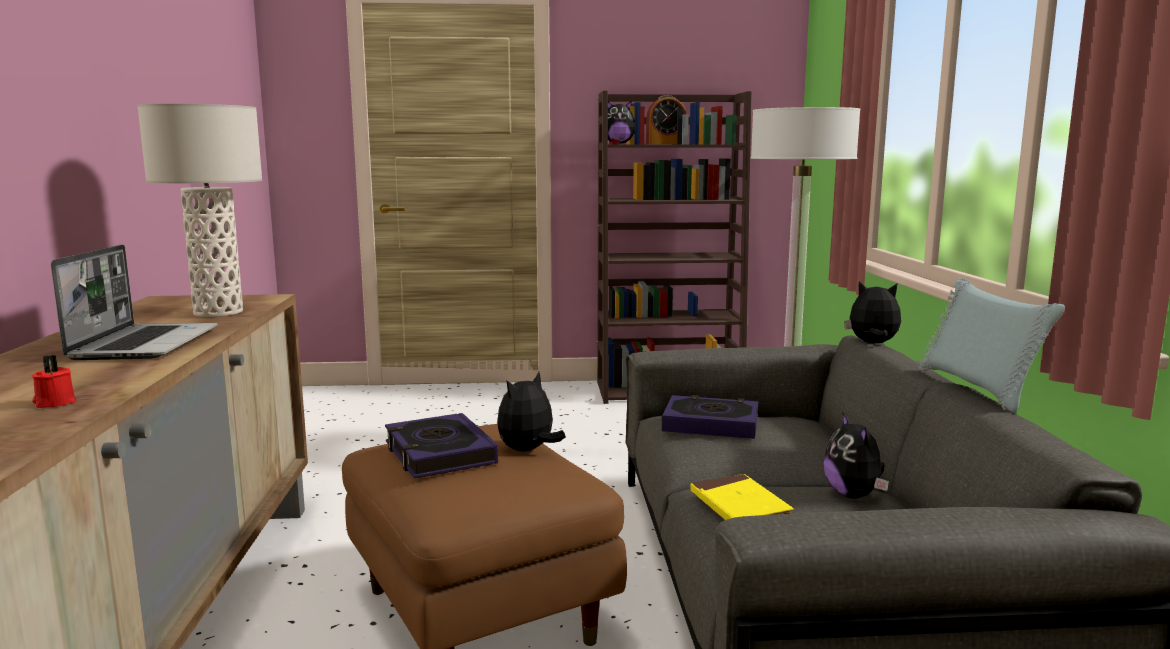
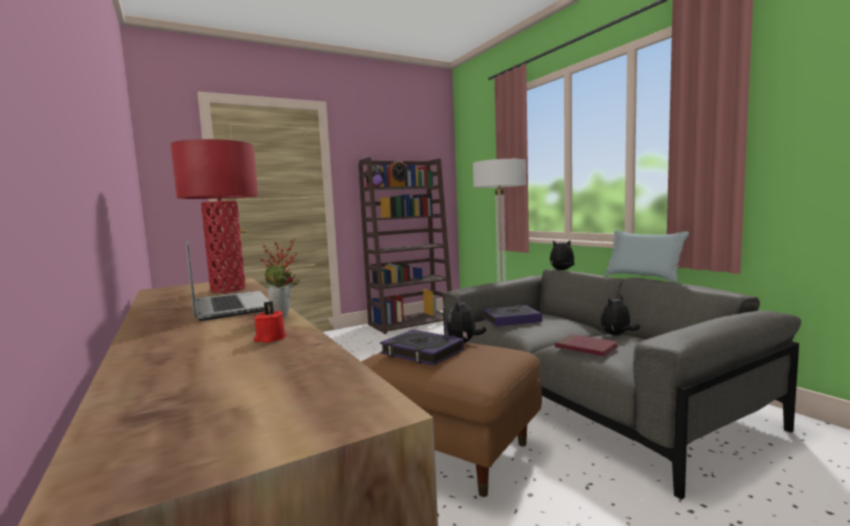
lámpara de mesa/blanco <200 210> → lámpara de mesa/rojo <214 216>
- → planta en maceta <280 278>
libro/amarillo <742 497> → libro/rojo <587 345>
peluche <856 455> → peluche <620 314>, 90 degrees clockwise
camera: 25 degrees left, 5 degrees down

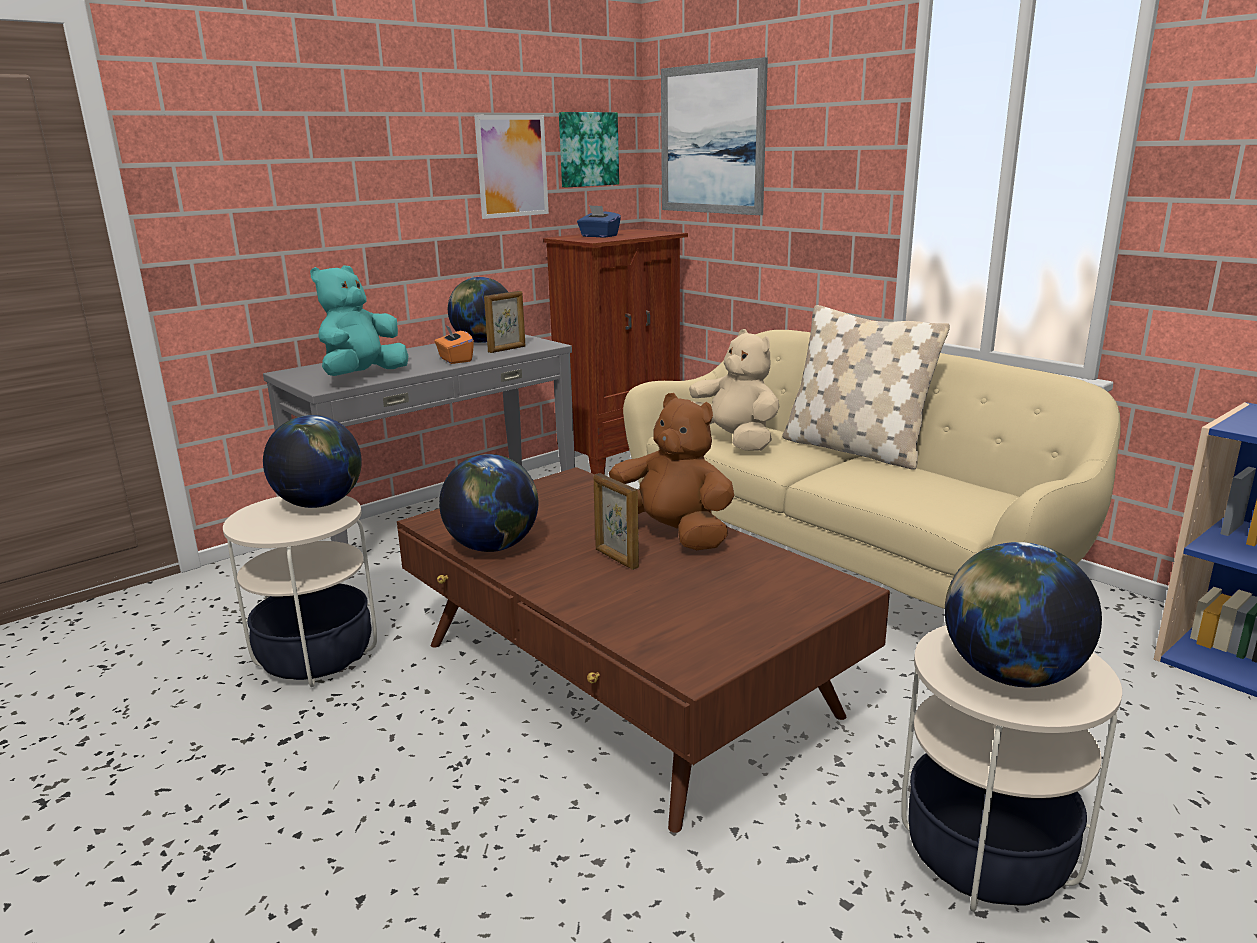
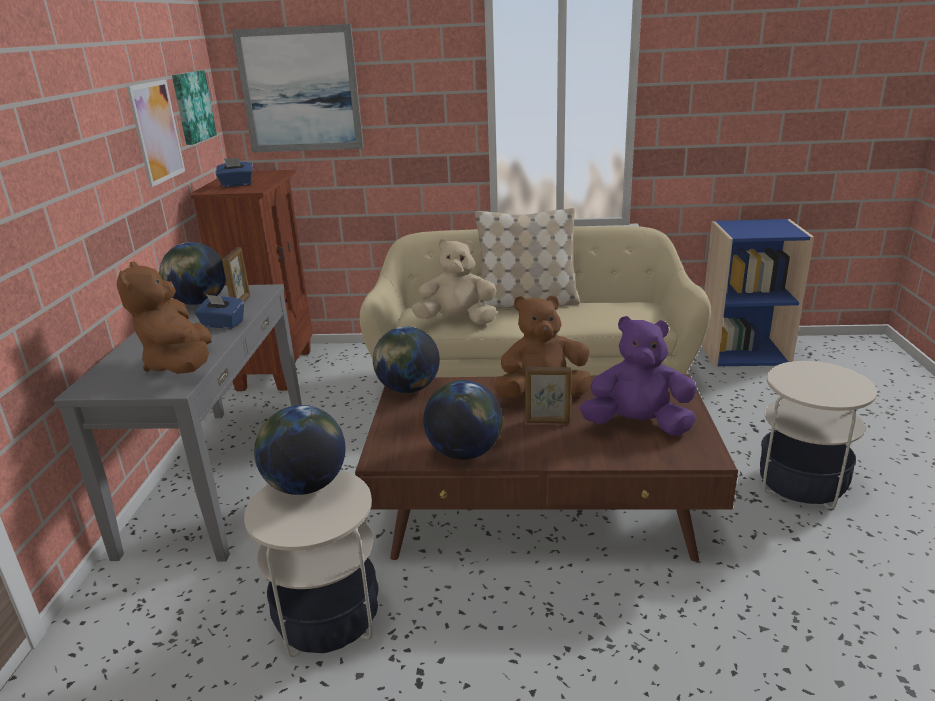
peluche/turquesa <359 320> → peluche/marrón <164 317>
caja de pañuelos/naranja <454 344> → caja de pañuelos/azul <219 311>
globo terráqueo <1023 614> → globo terráqueo <406 359>, move
- → peluche/morado <638 376>
camera: 45 degrees left, 5 degrees up

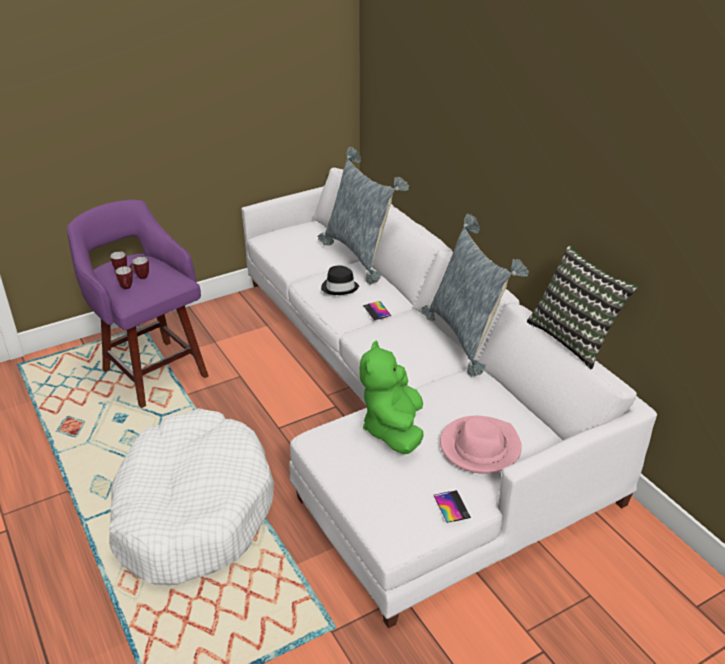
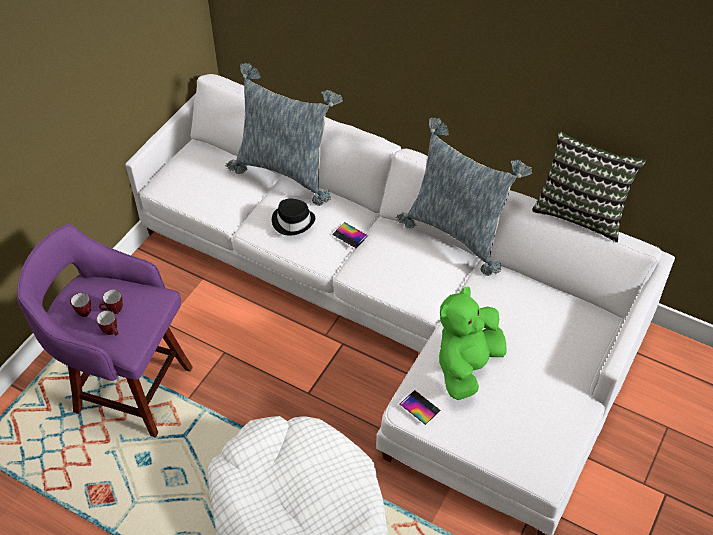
móvil <452 506> → móvil <420 407>, move
peluche/verde <392 398> → peluche/verde <473 343>, 60 degrees clockwise
sombrero/rosa <481 445> → -
camera: 30 degrees left, 15 degrees up

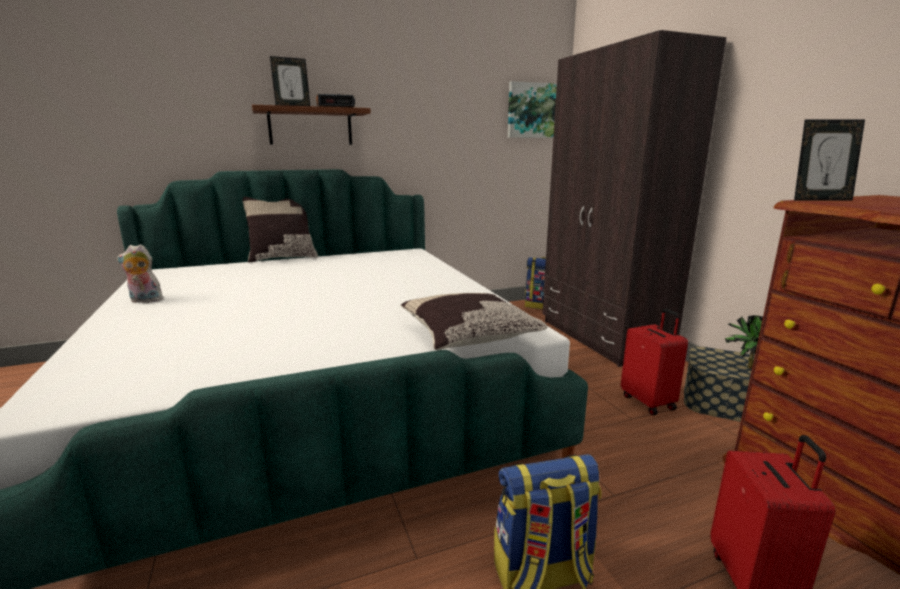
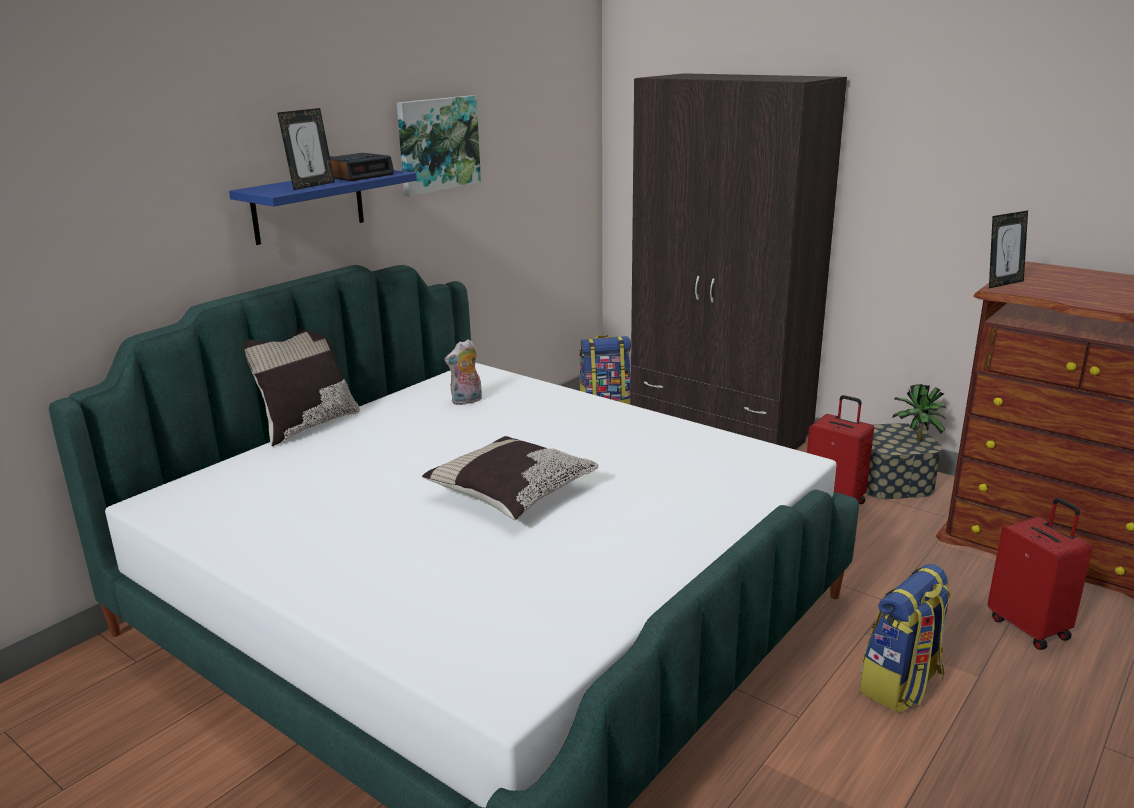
estante/marrón <311 125> → estante/azul <323 207>
cuadro <532 109> → cuadro <439 146>, move
cojín <474 321> → cojín <510 478>, move
peluche <140 273> → peluche <463 372>, move
camera: 30 degrees left, 5 degrees up

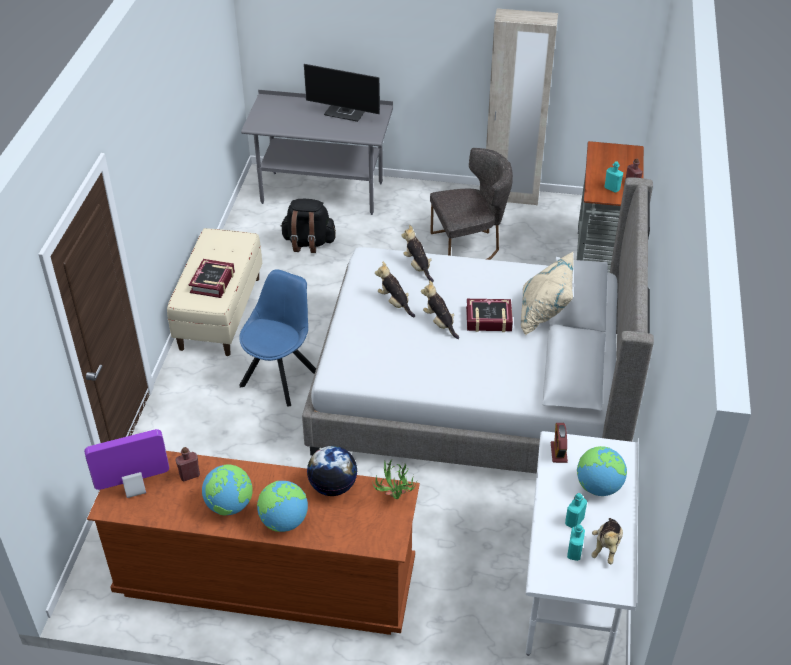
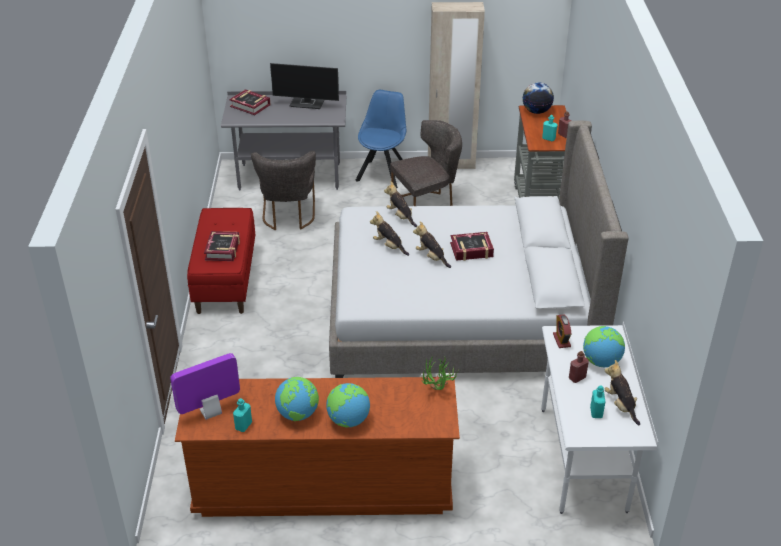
banco/beis <214 292> → banco/rojo <221 261>
- → libro <250 102>
botella/turquesa <576 510> → botella/turquesa <242 415>, move
mochila/negro <308 226> → silla/gris <283 190>
silla/azul <277 338> → silla/azul <381 139>, move
globo terráqueo <332 471> → globo terráqueo <538 98>, move
botella/rojo <188 464> → botella/rojo <579 367>, move
peluche <607 541> → peluche <622 392>, 150 degrees clockwise
cojín/beis <547 293> → -
camera: 10 degrees left, 5 degrees down

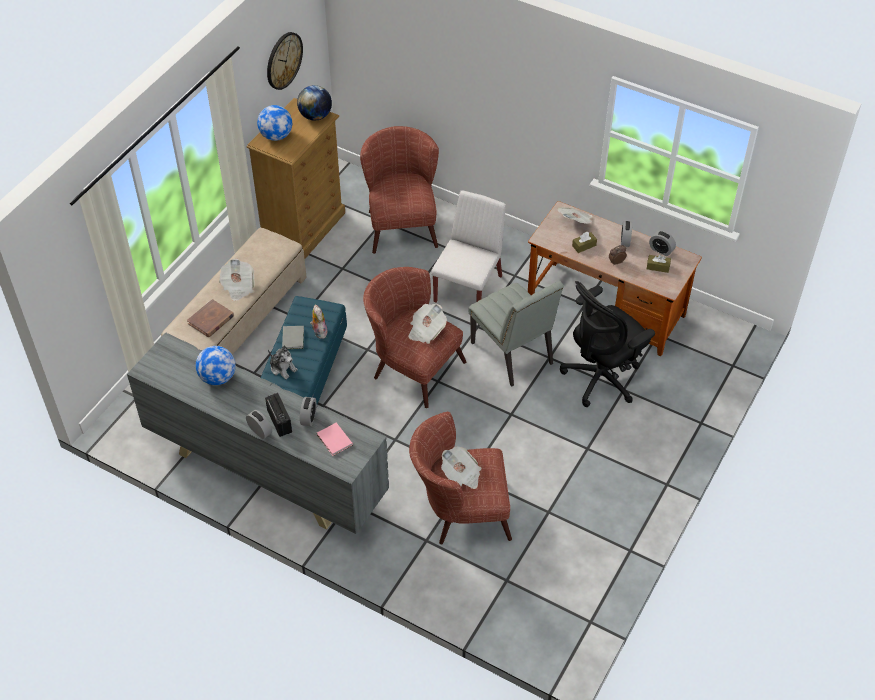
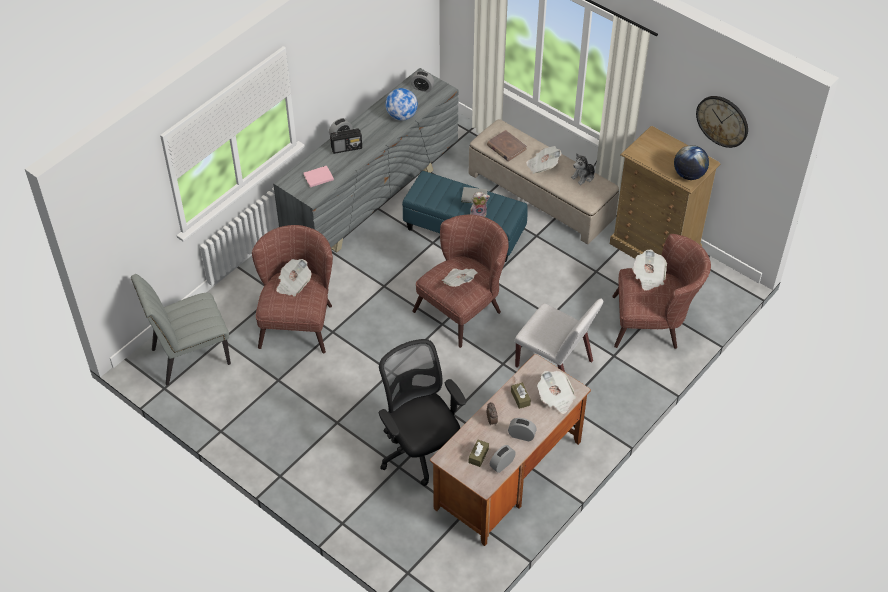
silla/gris <516 333> → silla/gris <181 330>, move
despertador <308 411> → despertador <422 82>, move
peluche <283 362> → peluche <584 169>, move
- → periódico <650 270>
globo terráqueo <274 123> → -
camera: 100 degrees right, 0 degrees up

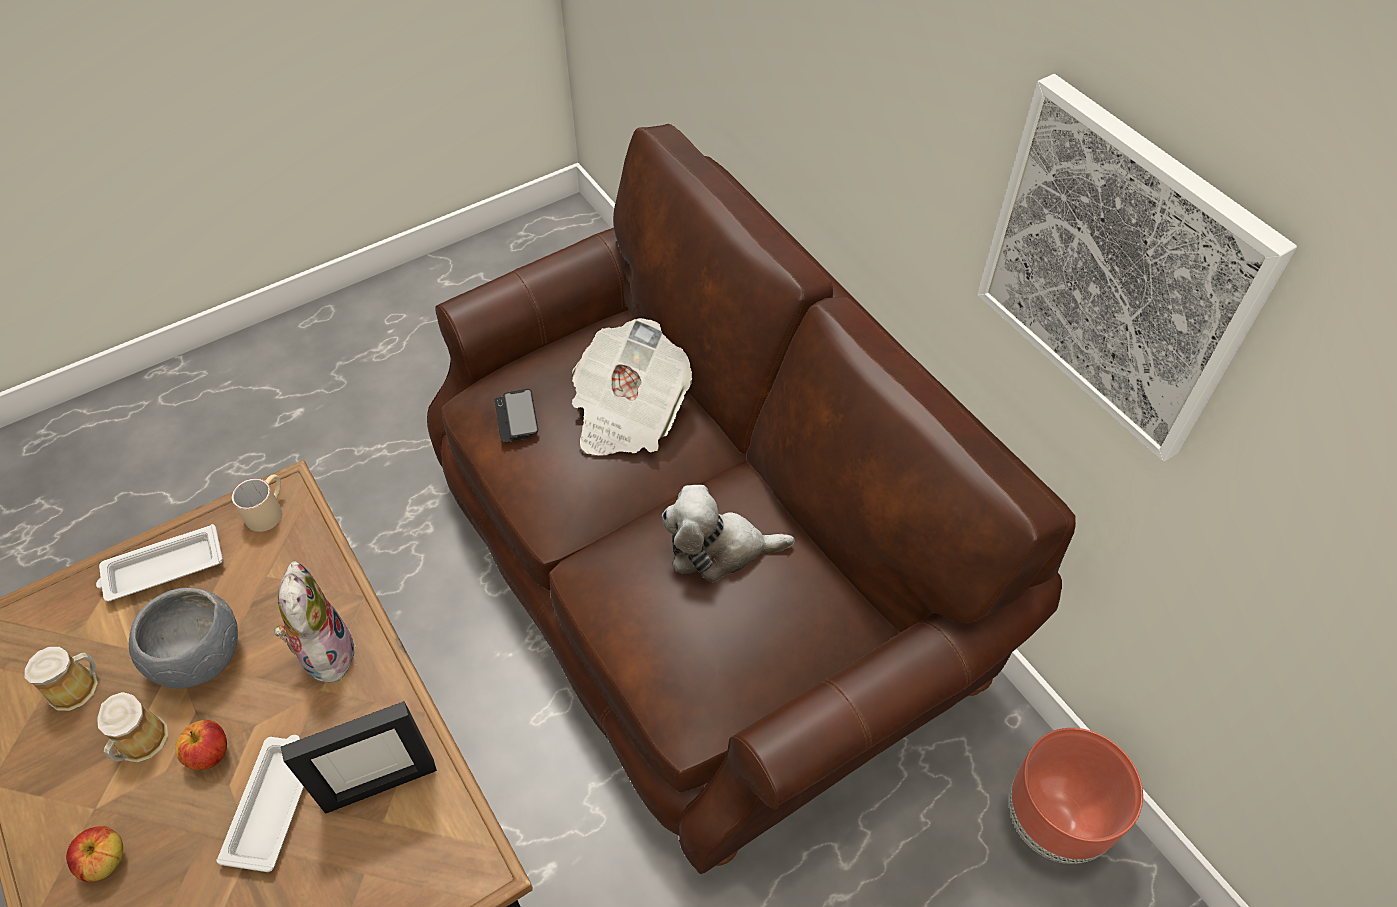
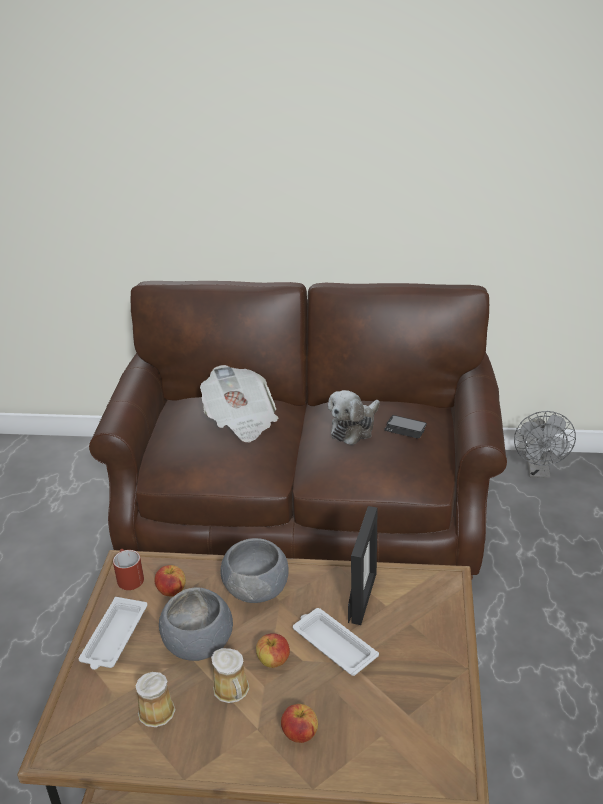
taza grande/beis <257 503> → taza grande/rojo <128 569>
- → manzana <170 580>
peluche <315 622> → cuenco/gris <254 570>
móvil <517 415> → móvil <405 427>, move
maceta/marrón <1076 796> → ventilador/gris <545 444>
cuadro <1137 268> → -
camera: 50 degrees left, 20 degrees down

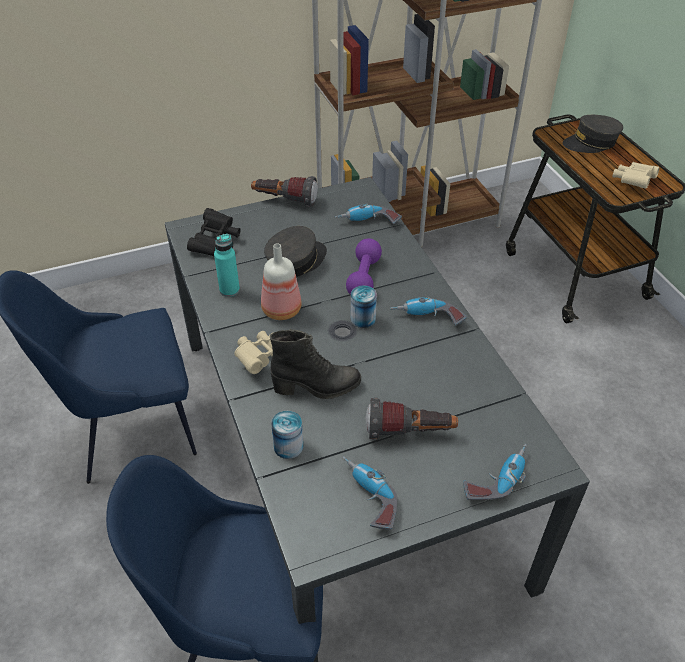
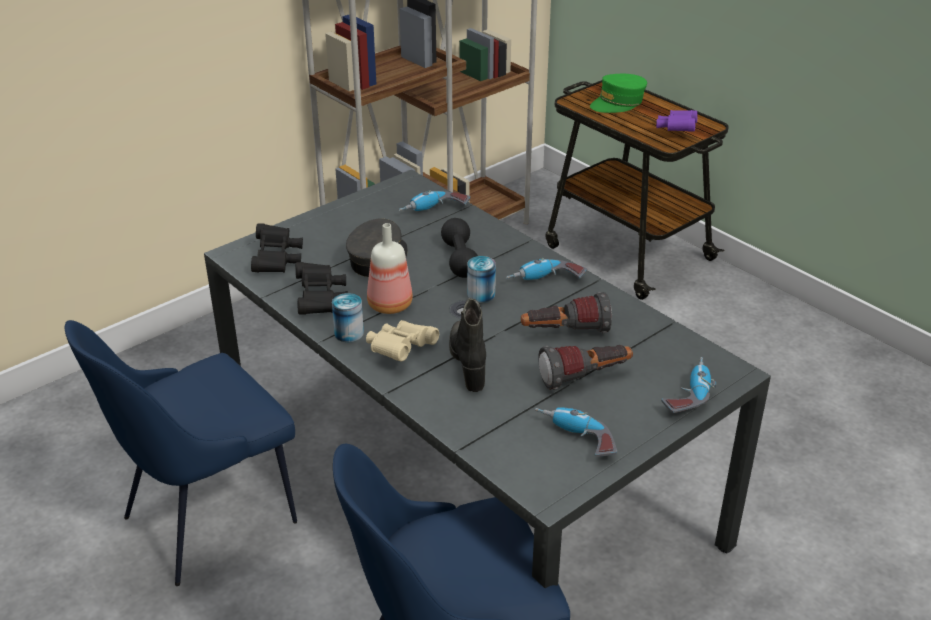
botella/turquesa <227 265> → prismáticos/negro <321 288>
lata <287 435> → lata <348 317>, move
mancuerna/morado <364 266> → mancuerna/negro <459 248>
bota/negro <315 364> → bota/negro <467 345>, 75 degrees counterclockwise
linterna <284 191> → linterna <566 312>, move
gorra/gris <593 134> → gorra/verde <618 93>
prismáticos/beis <635 175> → prismáticos/morado <677 121>
camera: 20 degrees left, 10 degrees down

